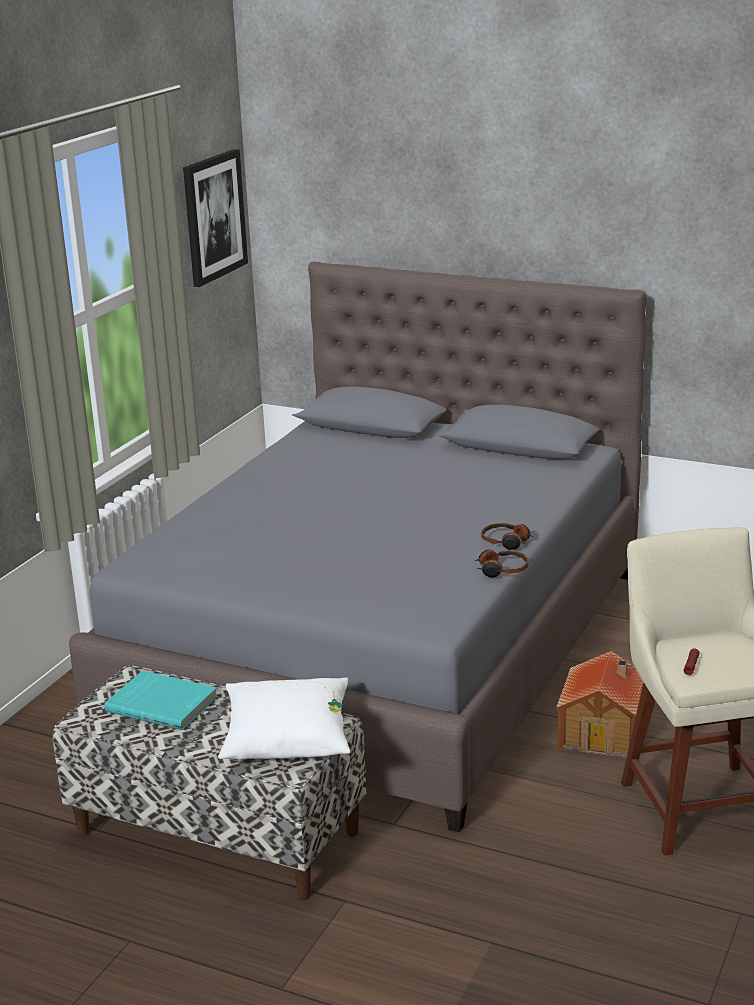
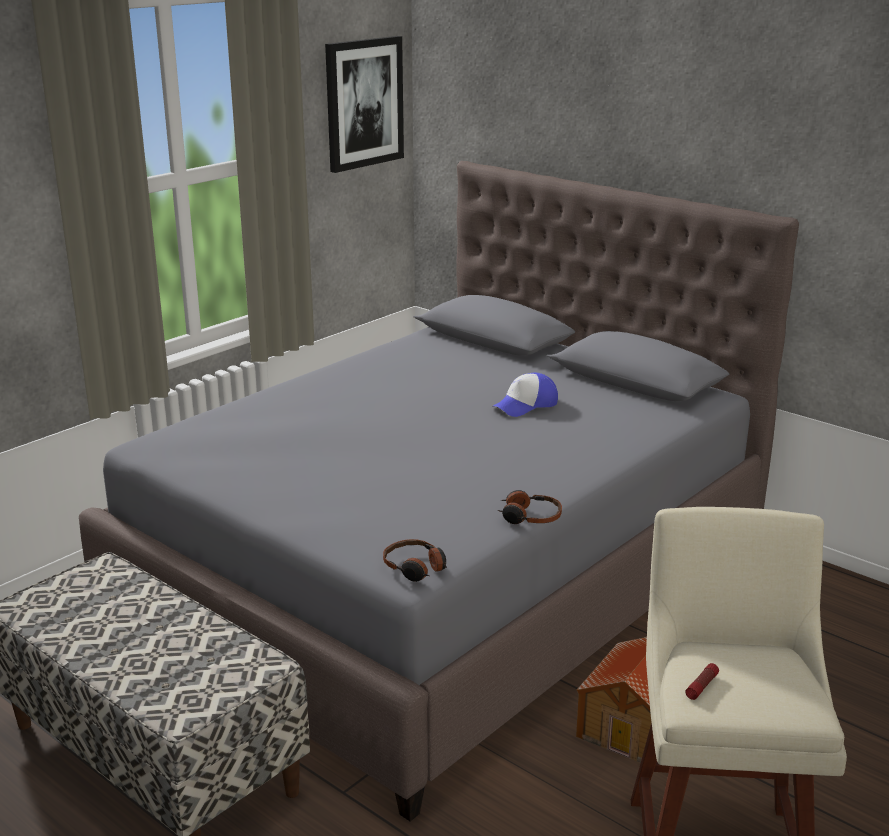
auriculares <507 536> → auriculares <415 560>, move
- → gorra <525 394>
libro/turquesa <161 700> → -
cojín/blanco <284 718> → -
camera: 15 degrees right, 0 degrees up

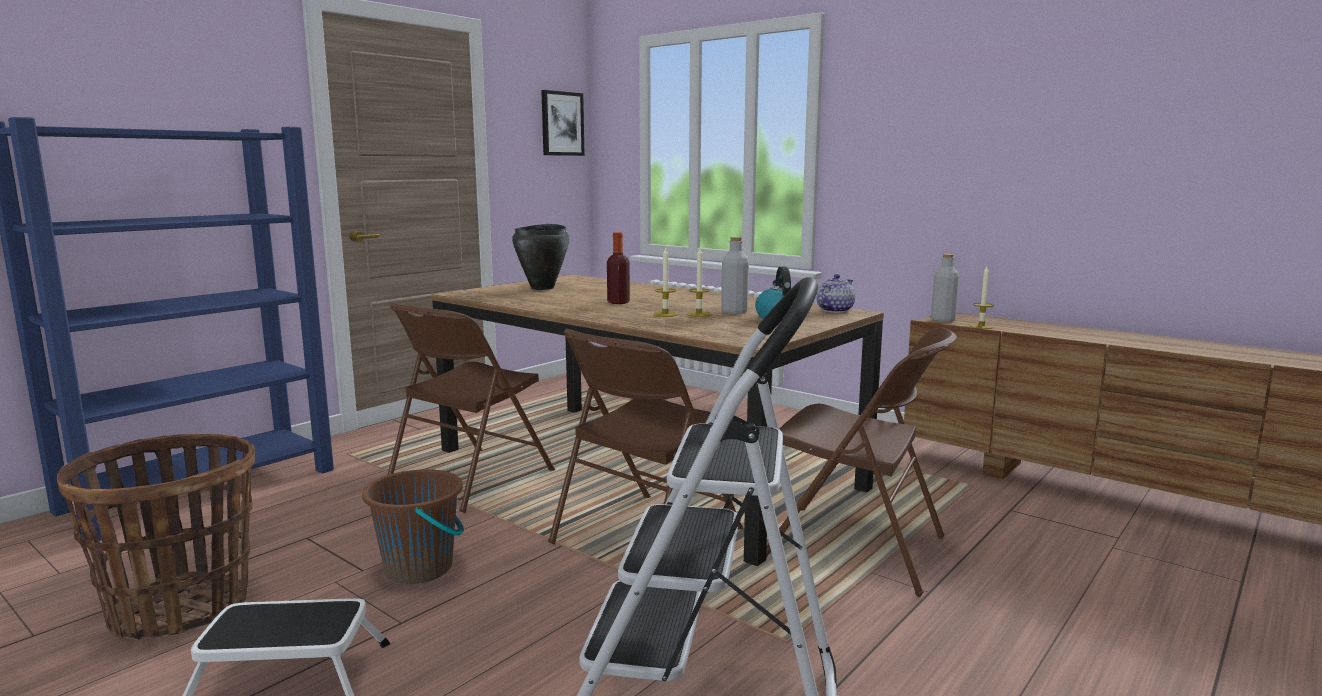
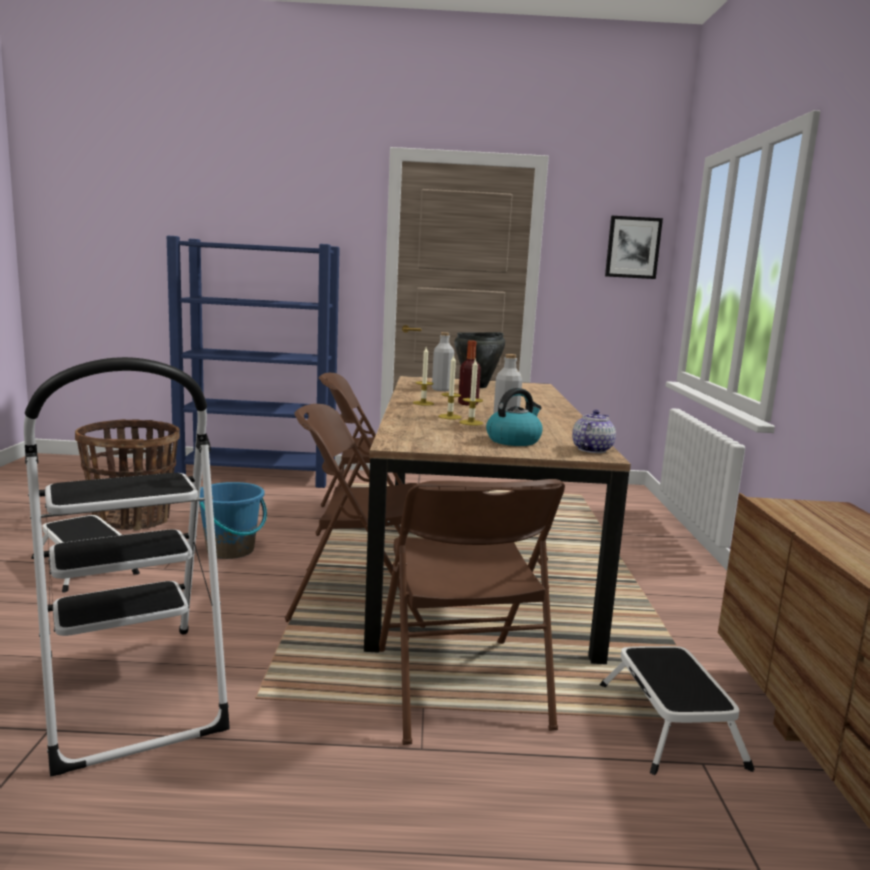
cubo/marrón <413 526> → cubo/azul <233 520>
vela <981 297> → vela <423 376>, move
botella/gris <945 288> → botella/gris <443 361>, move
tetera <836 293> → tetera <594 431>, 60 degrees counterclockwise
- → escalera de tijera/negro <677 710>
camera: 50 degrees right, 0 degrees up

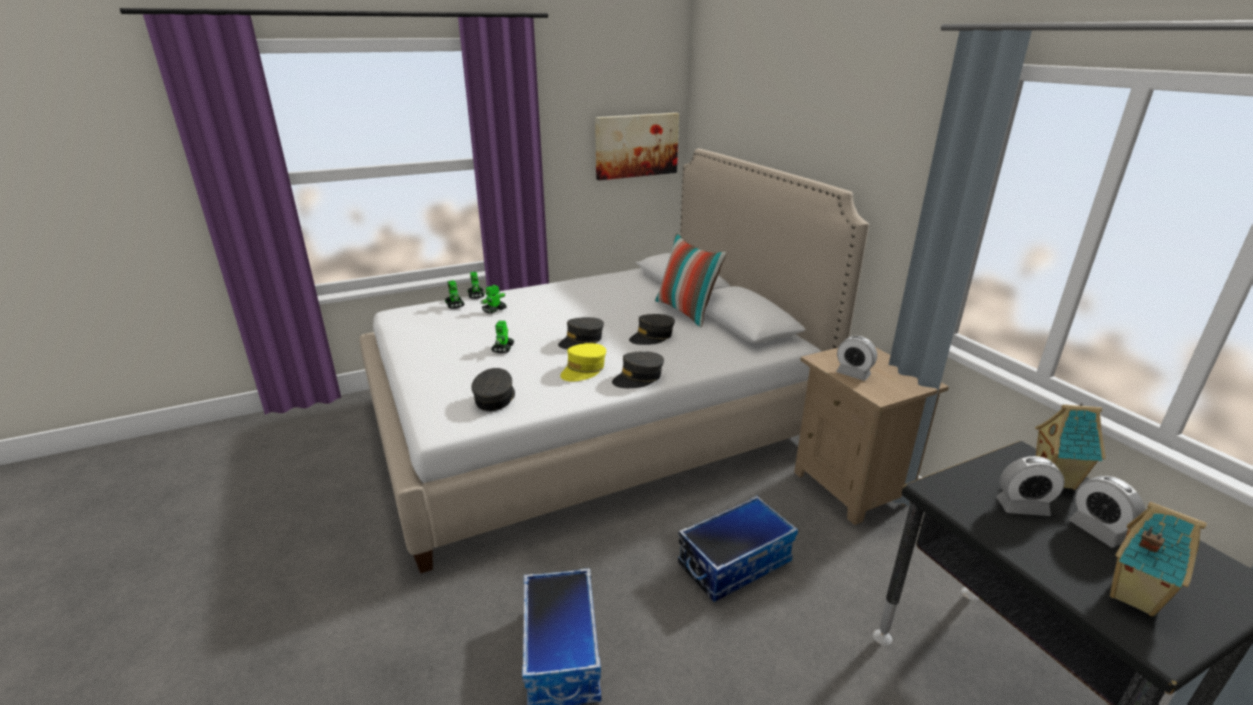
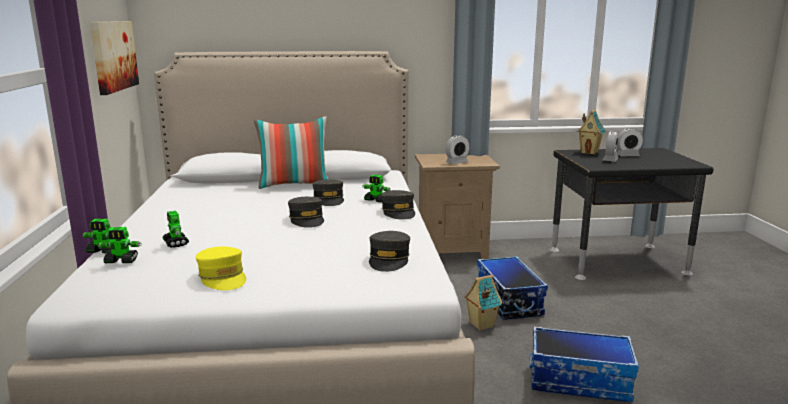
gorra/amarillo <583 362> → gorra/amarillo <221 268>, move
robot de juguete <502 337> → robot de juguete <376 189>, move
gorra/gris <493 389> → gorra/gris <389 251>, 105 degrees counterclockwise
casita <1158 559> → casita <483 303>, move
camera: 70 degrees left, 10 degrees down

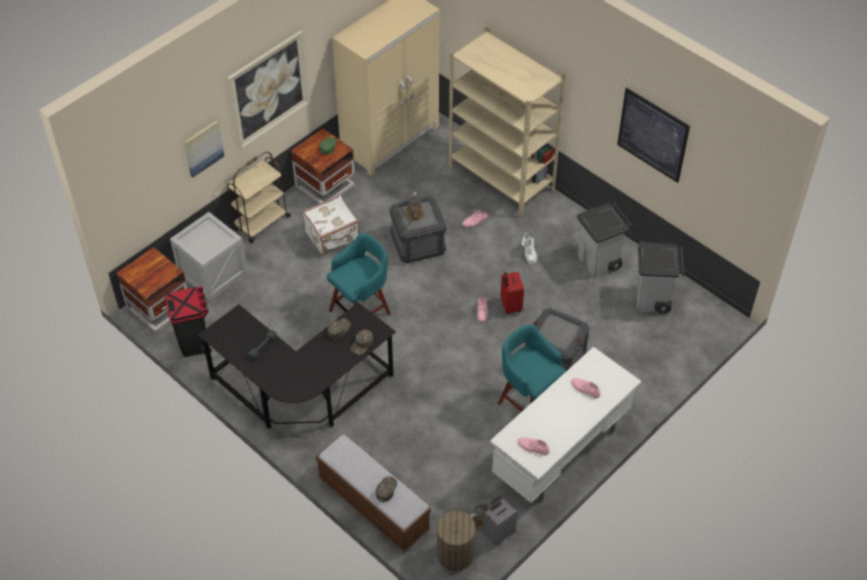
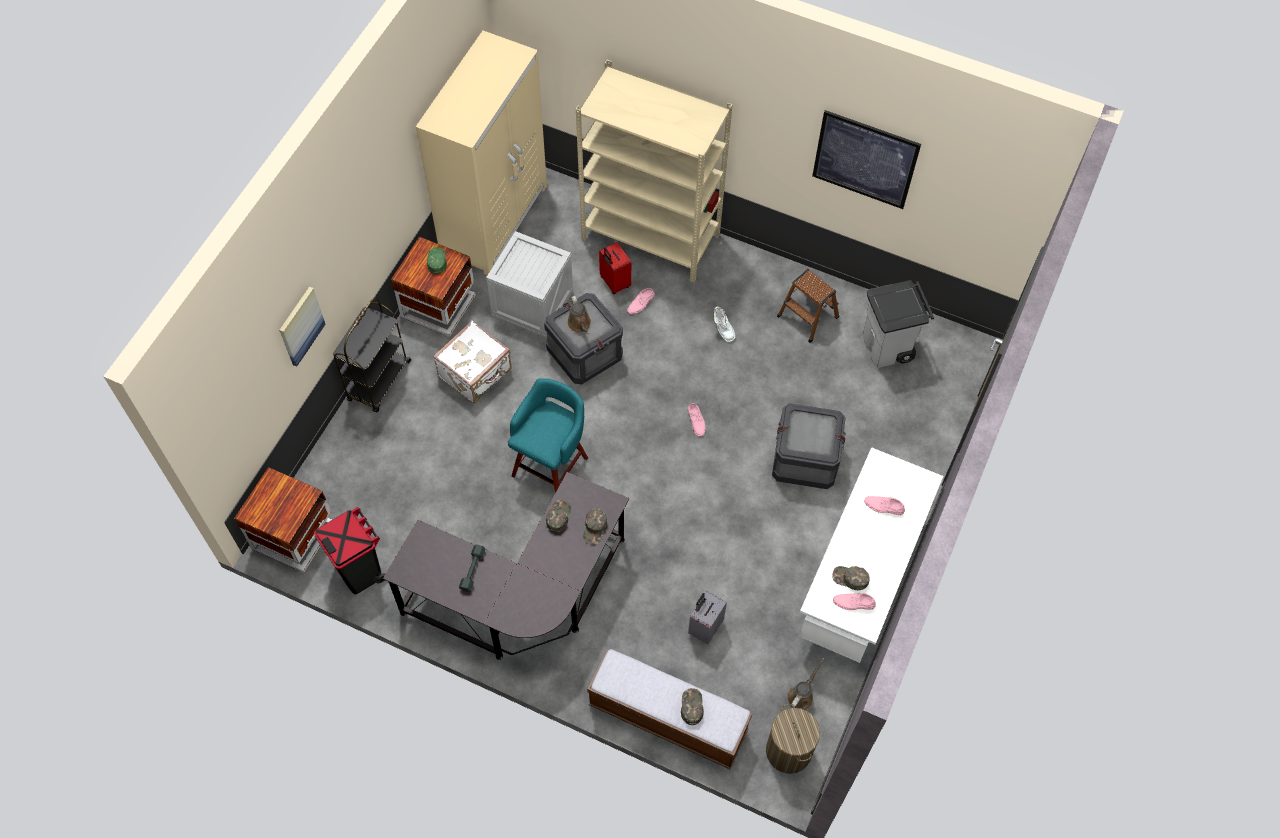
carrito/beis <258 198> → carrito/negro <372 355>
caja de embalaje <208 256> → caja de embalaje <529 284>, move
maleta/rojo <512 293> → maleta/rojo <615 268>, move
maleta/gris <500 520> → maleta/gris <707 618>, move
papelera/gris <605 240> → escalera de tijera/marrón <808 306>
- → gorra/verde <851 578>
cuadro <268 89> → -
taburete/turquesa <532 368> → -
camera: 20 degrees left, 10 degrees up

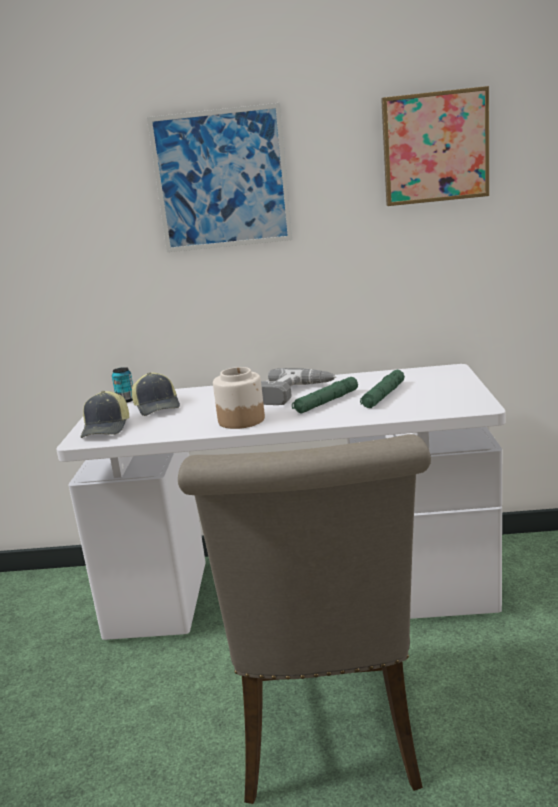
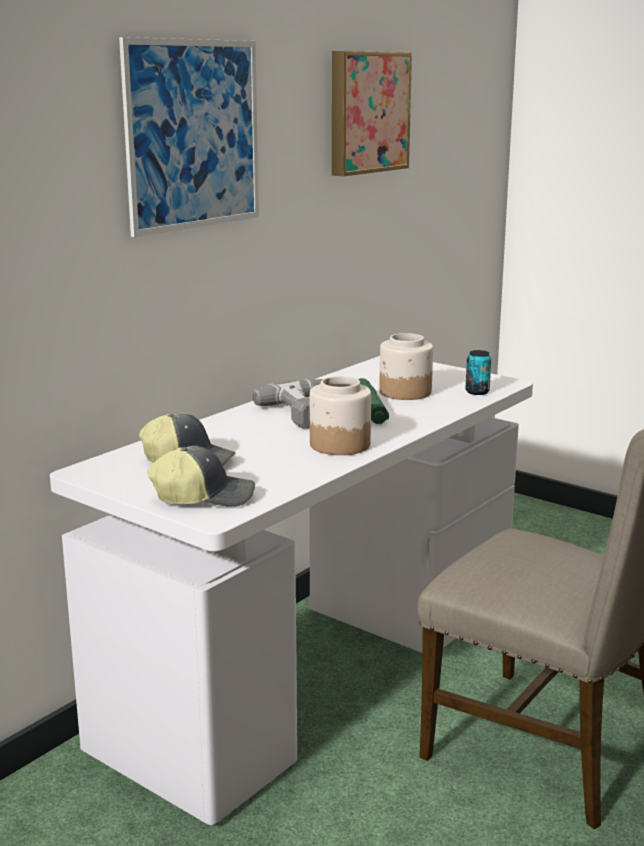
gorra <104 414> → gorra <201 476>, 45 degrees counterclockwise
linterna/verde <382 389> → tarro <406 366>
lata <122 384> → lata <478 372>, move
camera: 55 degrees left, 0 degrees up

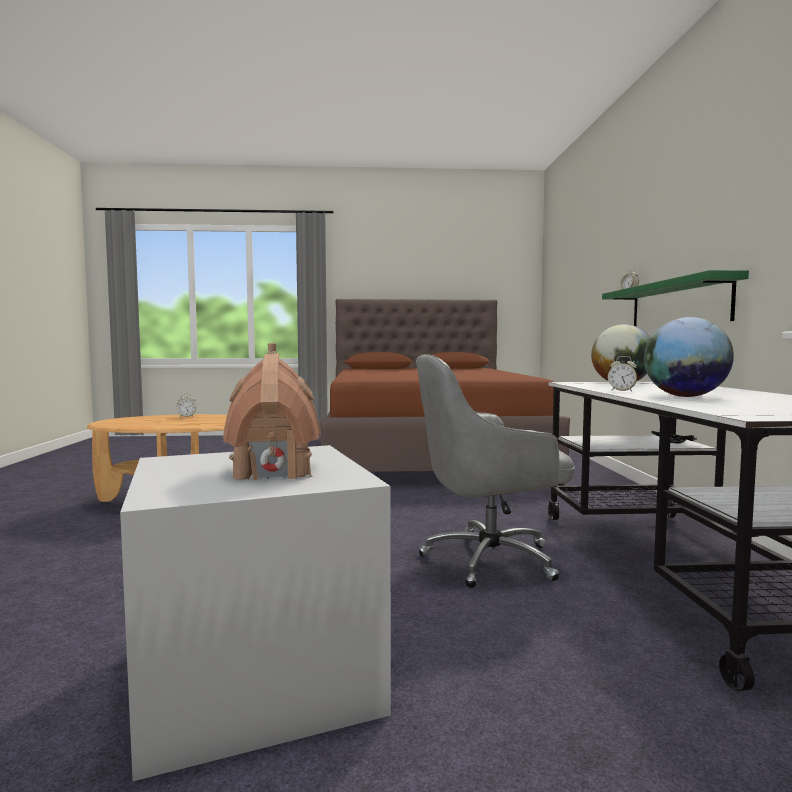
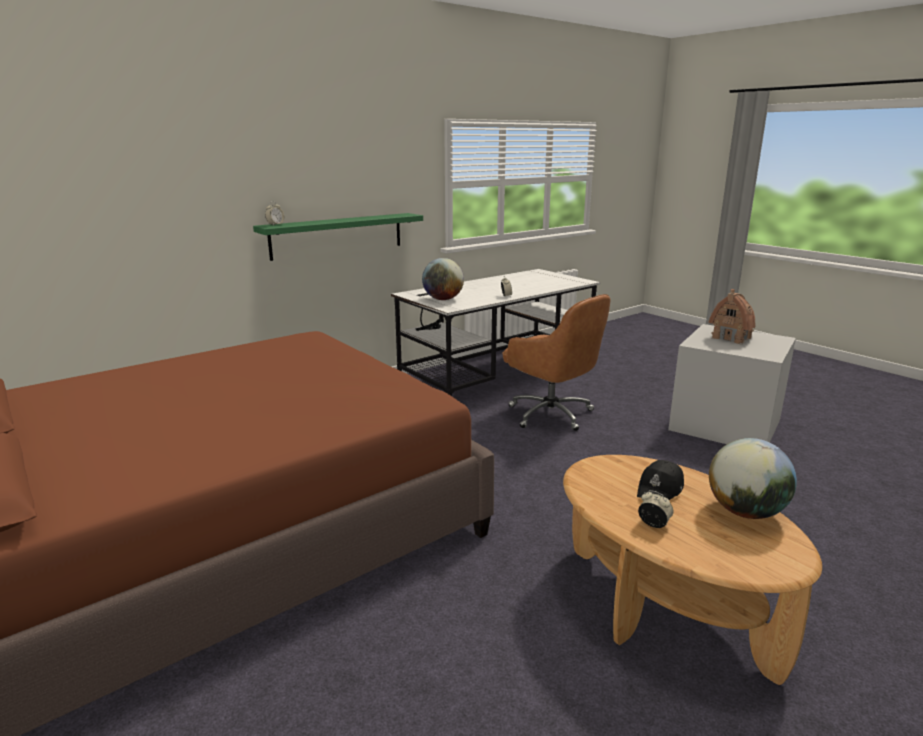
silla de oficina/gris <495 471> → silla de oficina/marrón <556 362>
- → gorra/negro <660 480>
globo terráqueo <689 357> → globo terráqueo <753 478>, move
camera: 125 degrees left, 15 degrees up

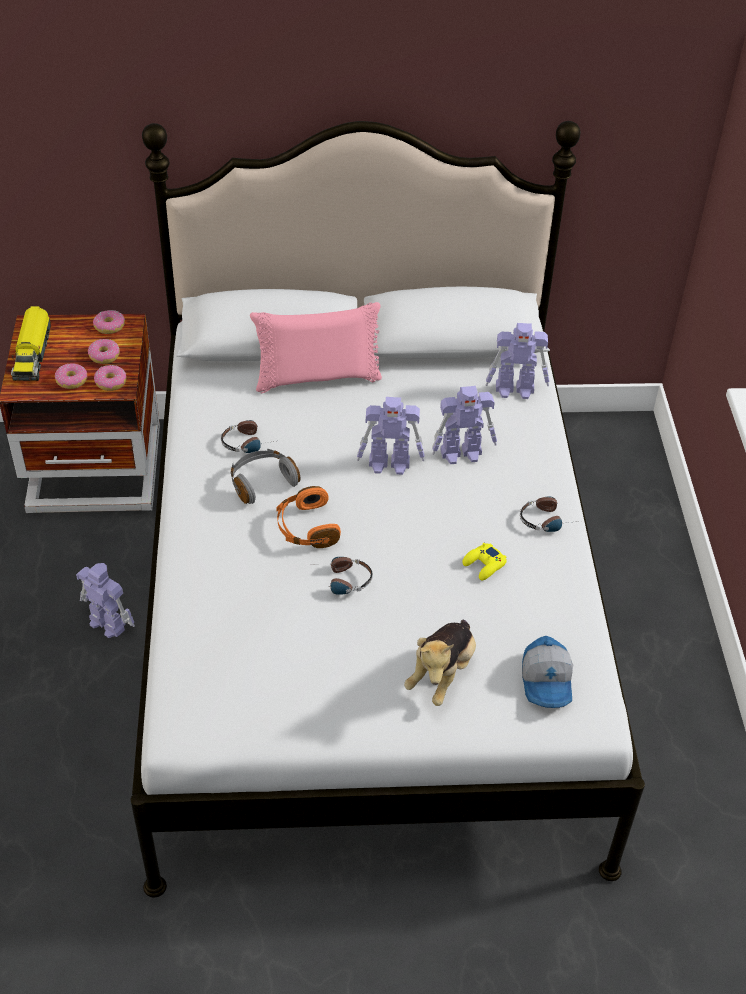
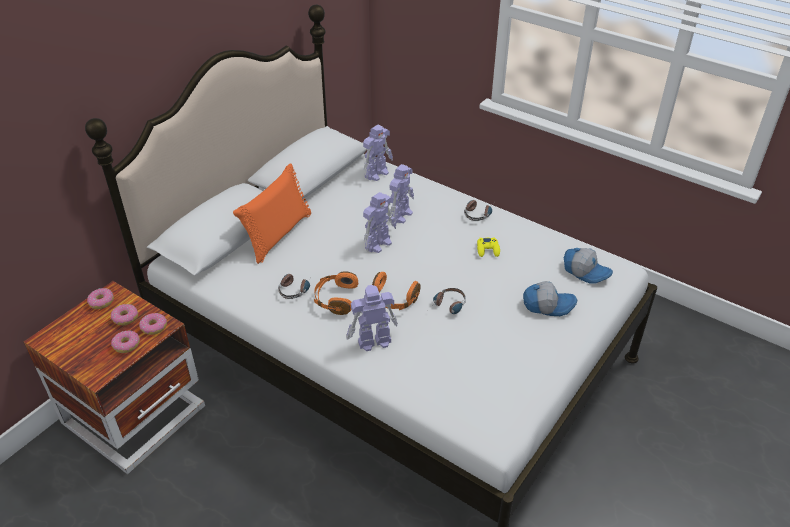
cojín/rosa <316 348> → cojín/naranja <272 213>
auriculares/gris <265 476> → auriculares/naranja <336 293>
robot de juguete <105 600> → robot de juguete <372 318>, move
peluche <440 663> → gorra <550 298>
camión de juguete <31 343> → -
camera: 50 degrees left, 5 degrees down

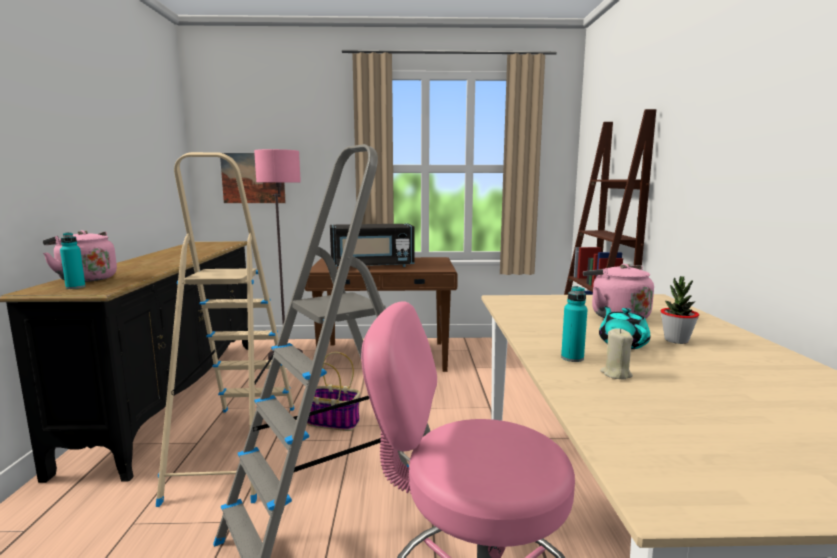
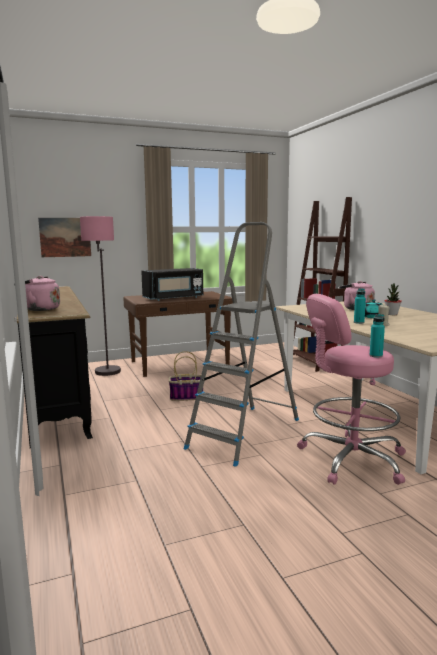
botella/turquesa <72 260> → botella/turquesa <377 336>, move
escalera de tijera/beis <225 329> → -
camera: 20 degrees left, 0 degrees up

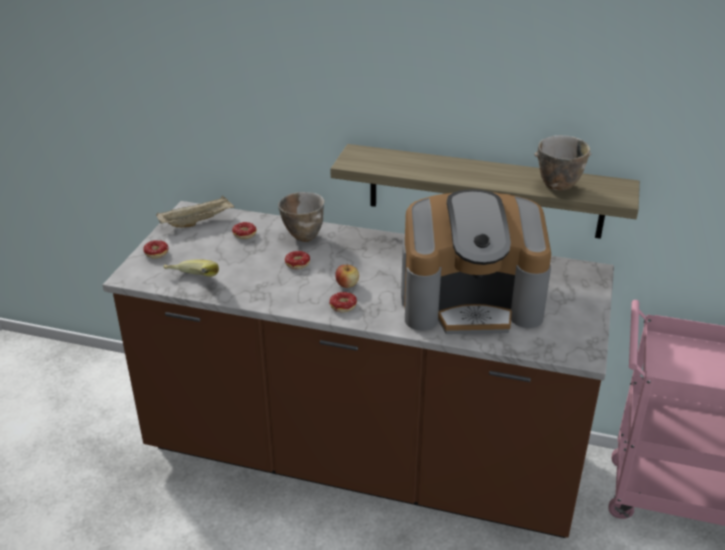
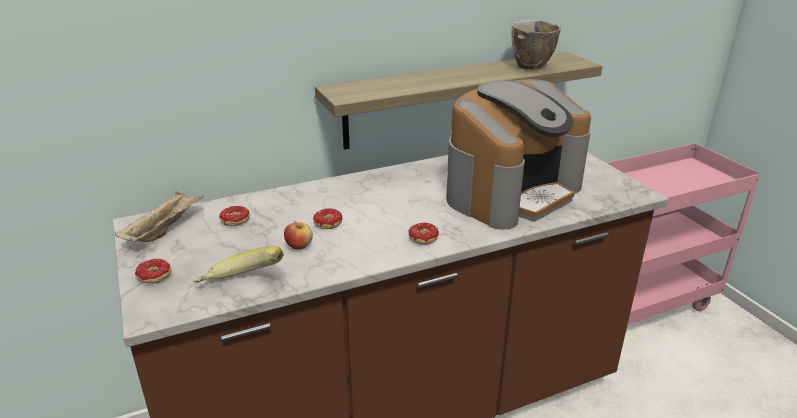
manzana <347 276> → manzana <298 236>, move
cuenco <301 217> → -
camera: 40 degrees left, 5 degrees down

